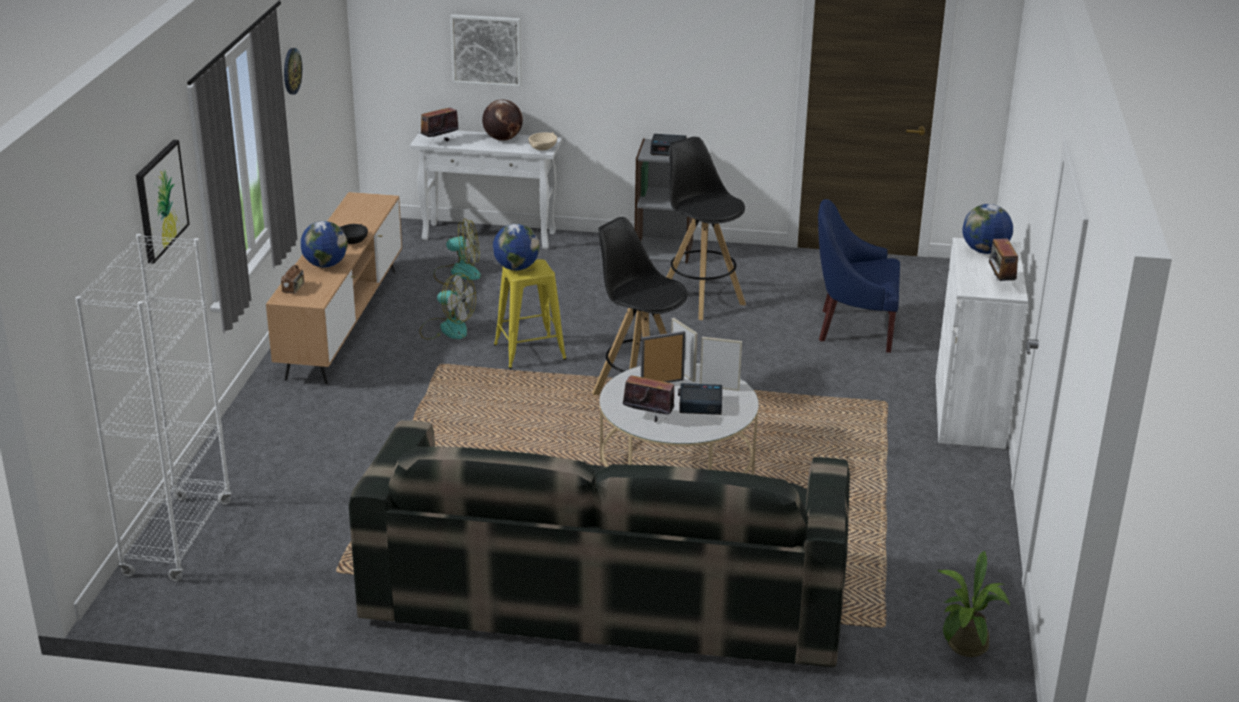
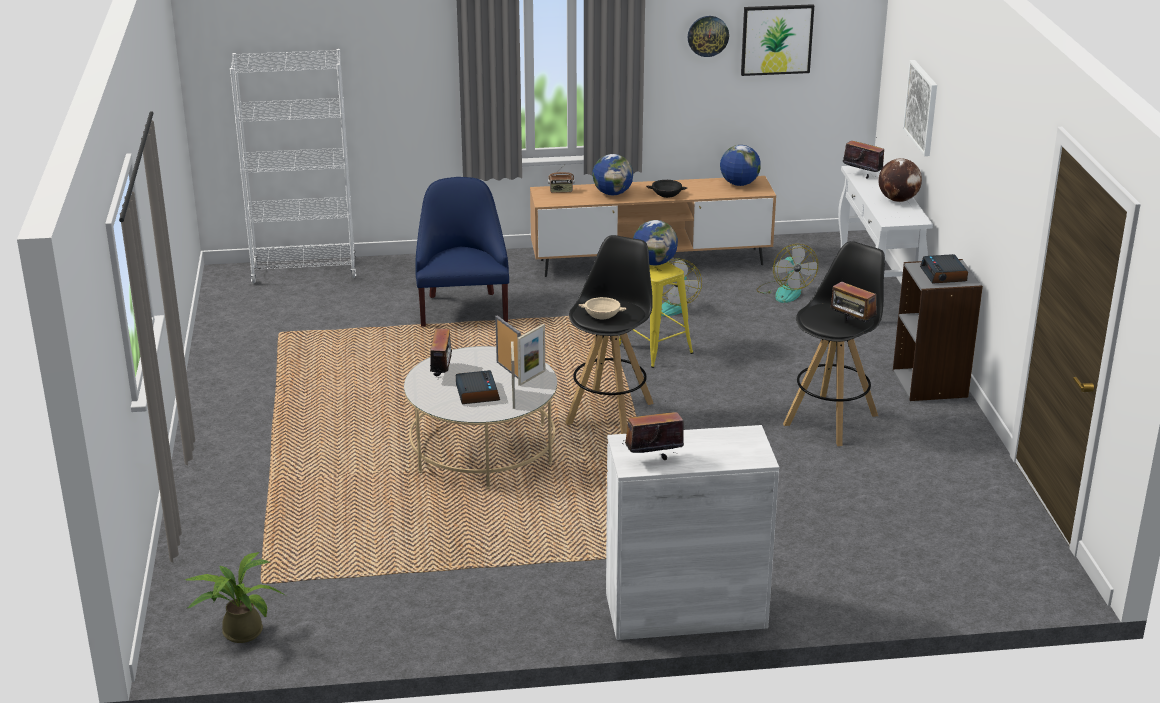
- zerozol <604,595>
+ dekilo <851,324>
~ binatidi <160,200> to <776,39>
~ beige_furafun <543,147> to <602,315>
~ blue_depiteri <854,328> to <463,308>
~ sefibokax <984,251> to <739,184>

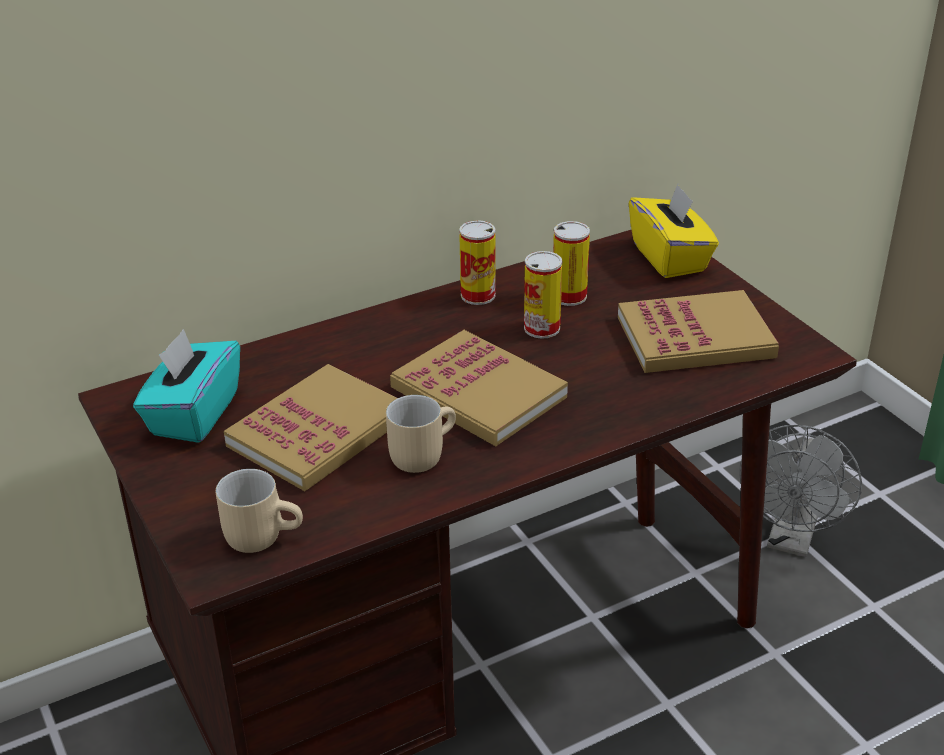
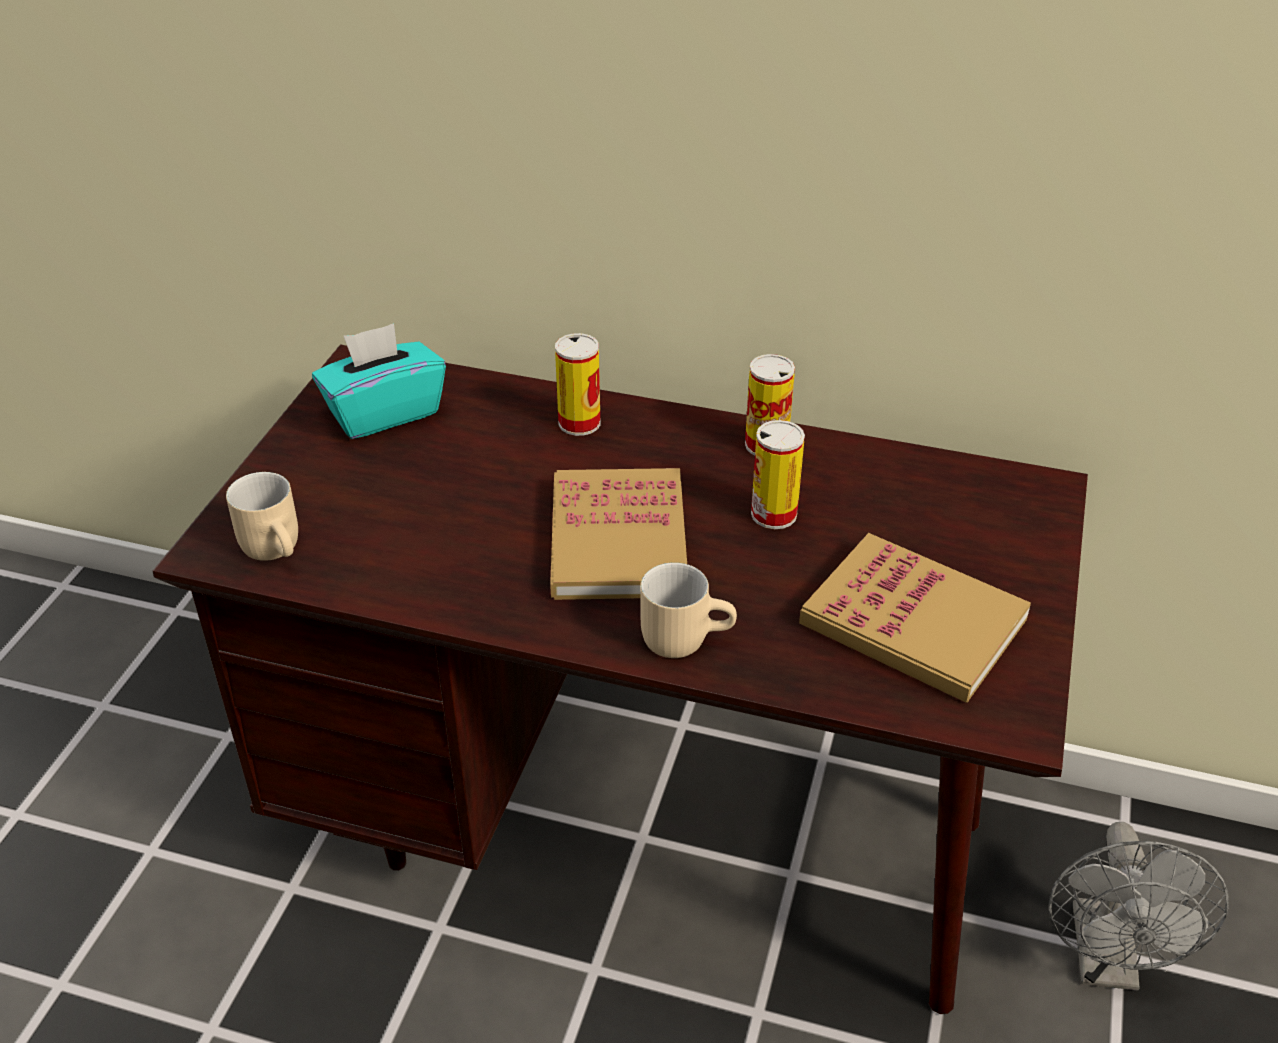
- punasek <318,432>
- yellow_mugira <670,258>
~ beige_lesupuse <420,453> to <685,636>
~ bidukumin <569,296> to <579,423>
~ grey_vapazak <791,540> = <1107,963> 60 degrees counterclockwise

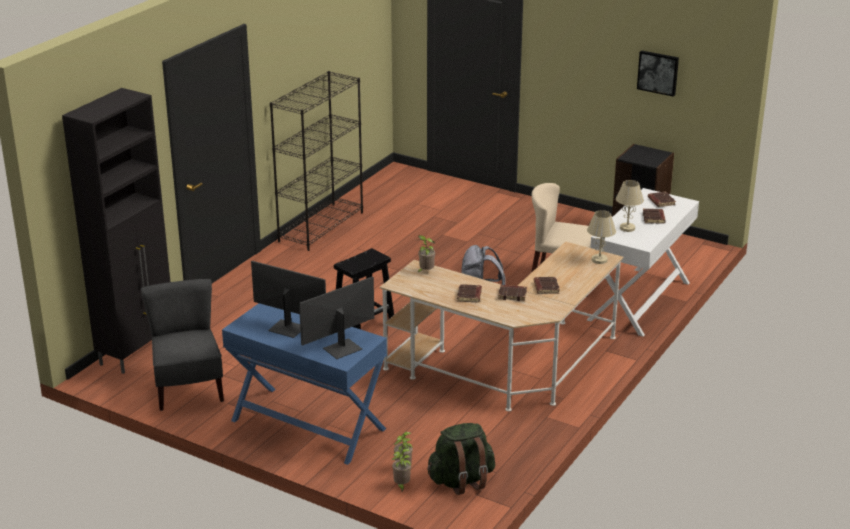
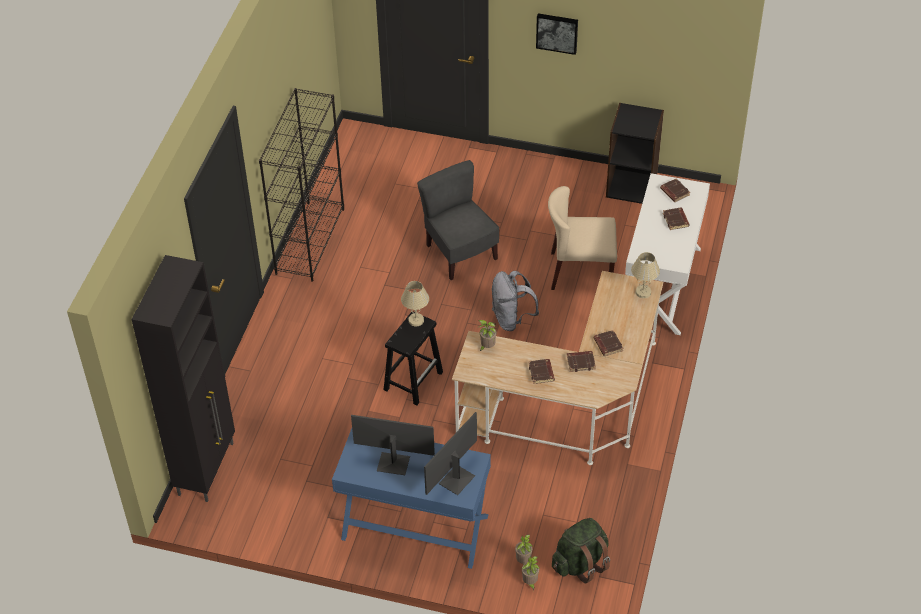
~ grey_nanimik <188,389> to <460,253>
~ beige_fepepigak <627,228> to <416,320>
~ binatidi <658,72> to <557,32>

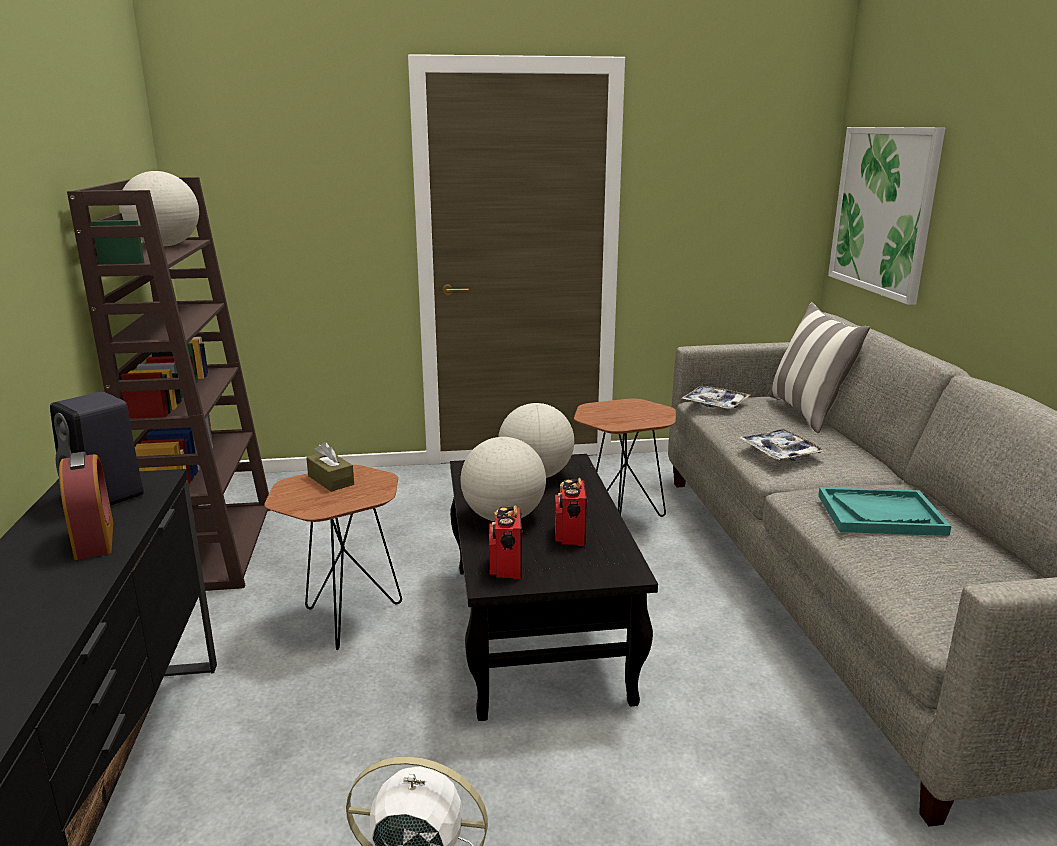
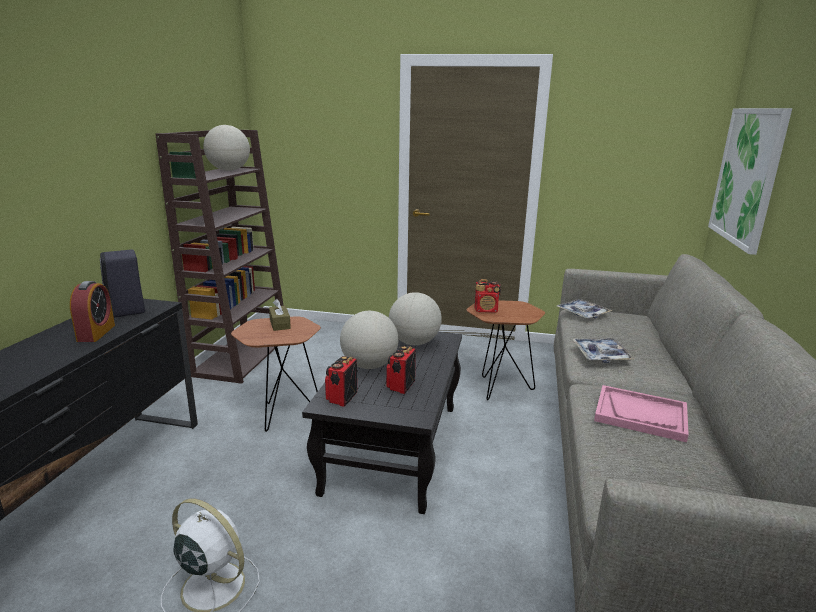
- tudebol <808,413>
+ dekilo <486,310>
~ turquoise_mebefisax <880,514> to pink_mebefisax <641,415>

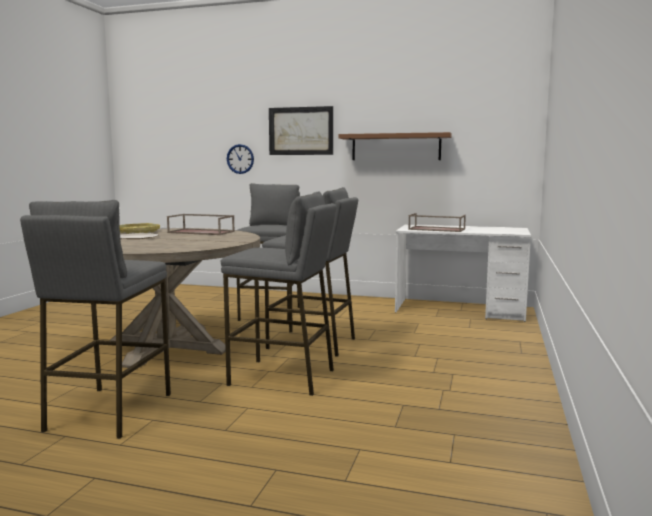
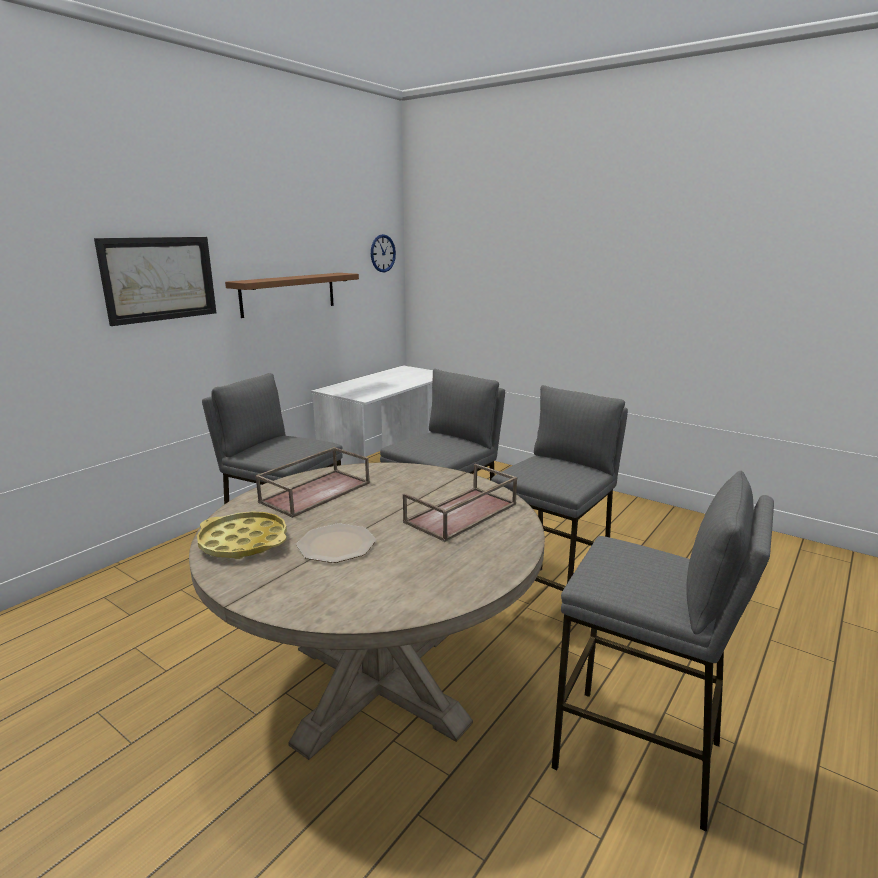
~ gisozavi <240,159> to <382,253>
~ brown_mebefisax <436,229> to <461,514>

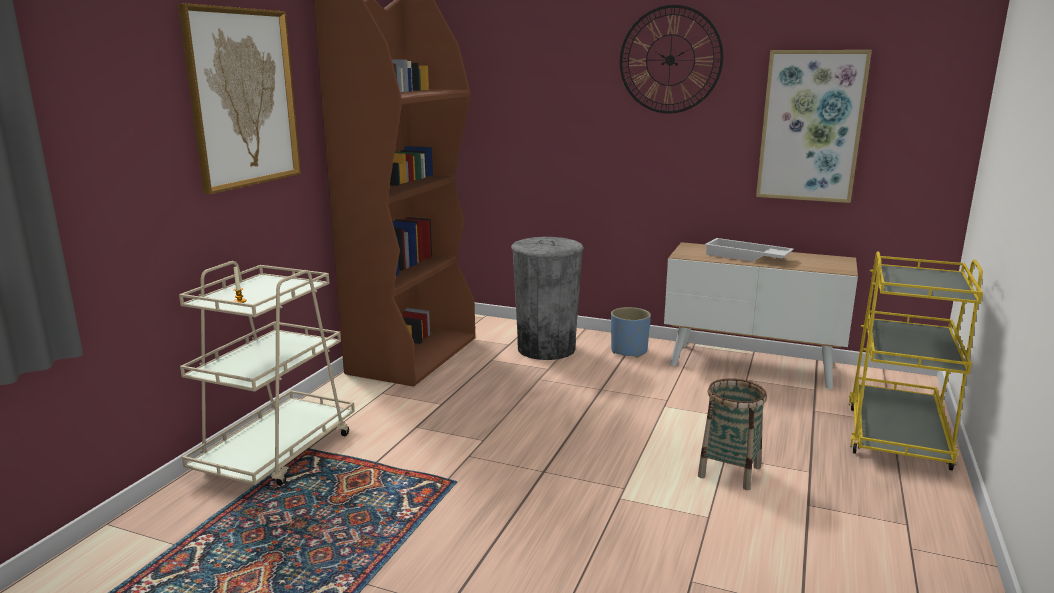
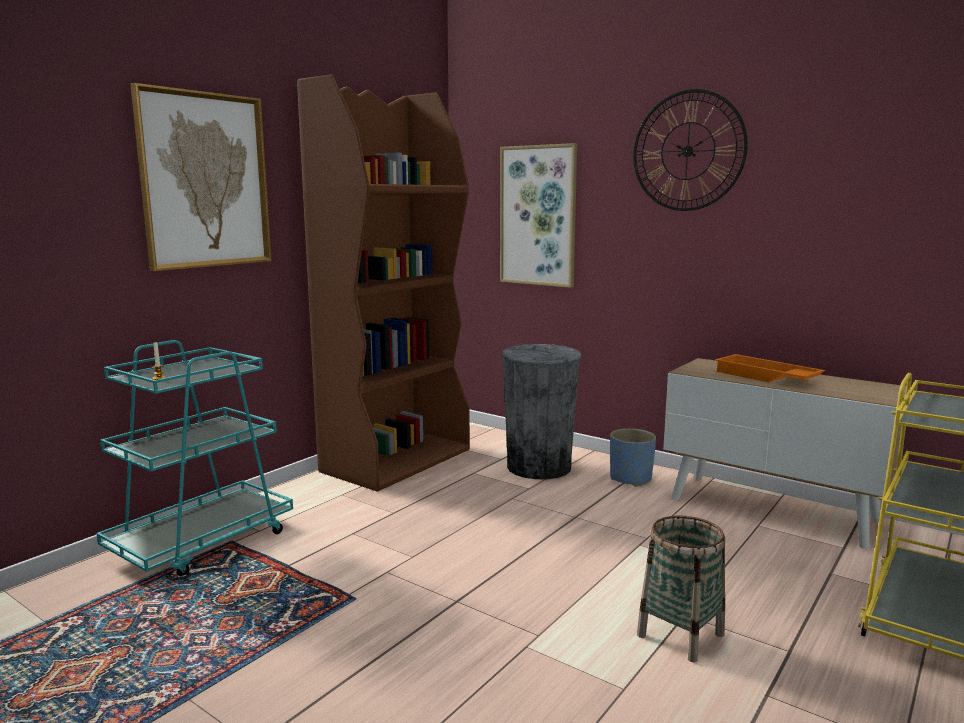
~ binatidi <811,126> to <538,216>
~ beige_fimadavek <277,452> to turquoise_fimadavek <203,542>
~ white_mebefisax <746,257> to orange_mebefisax <765,377>

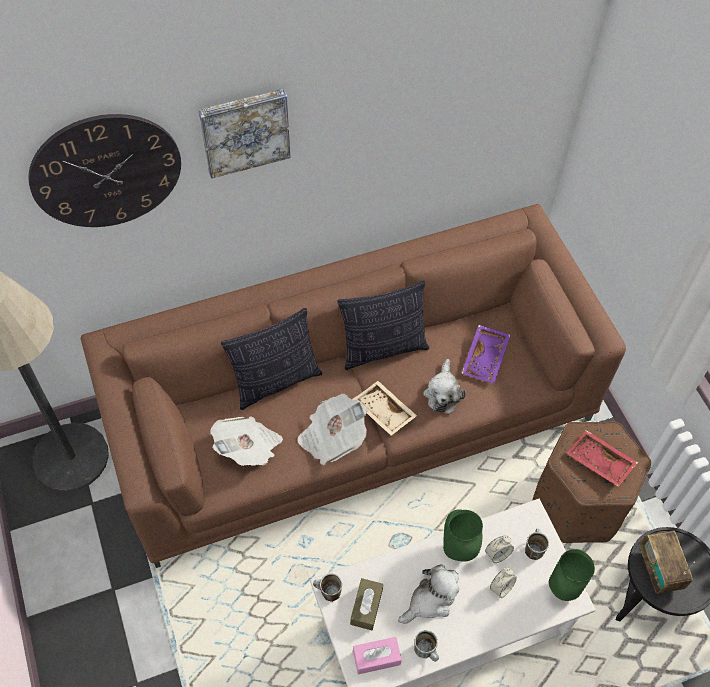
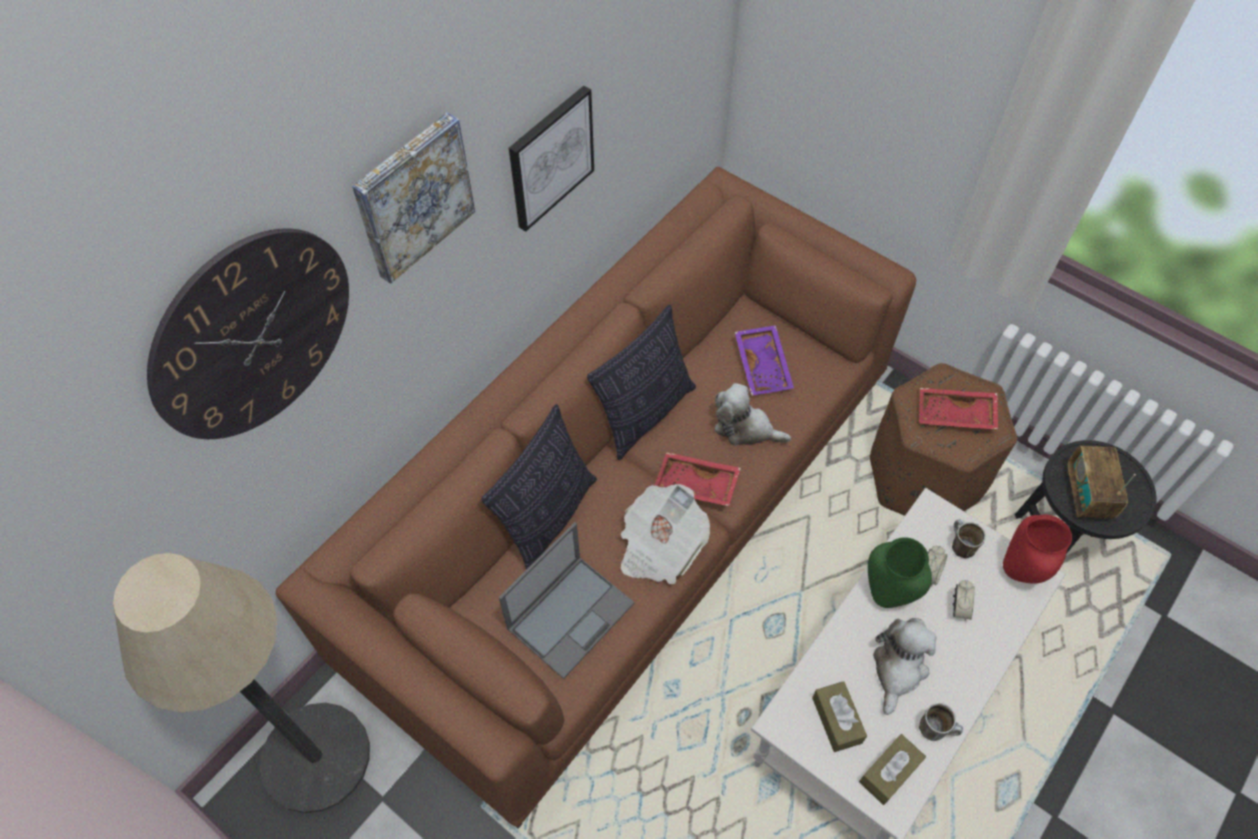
- lesupuse <327,593>
+ binatidi <550,157>
~ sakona <248,448> to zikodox <571,614>
~ beige_mebefisax <383,412> to red_mebefisax <695,486>
~ pink_mugira <376,658> to brown_mugira <889,772>
~ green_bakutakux <562,588> to red_bakutakux <1018,572>
~ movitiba <443,393> = <745,428> 135 degrees clockwise
~ dekilo <659,569> = <1087,494> 45 degrees clockwise

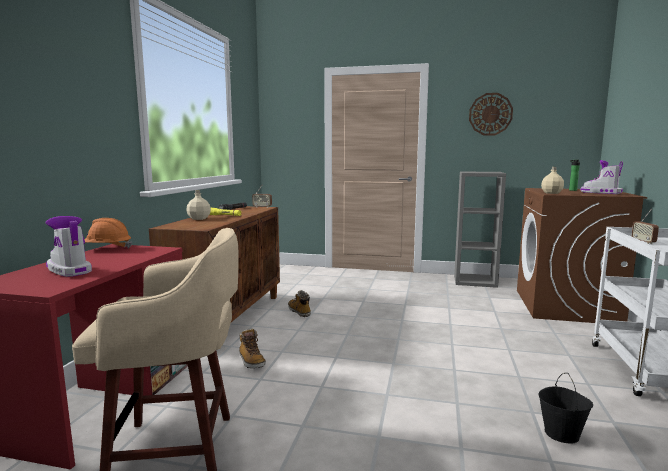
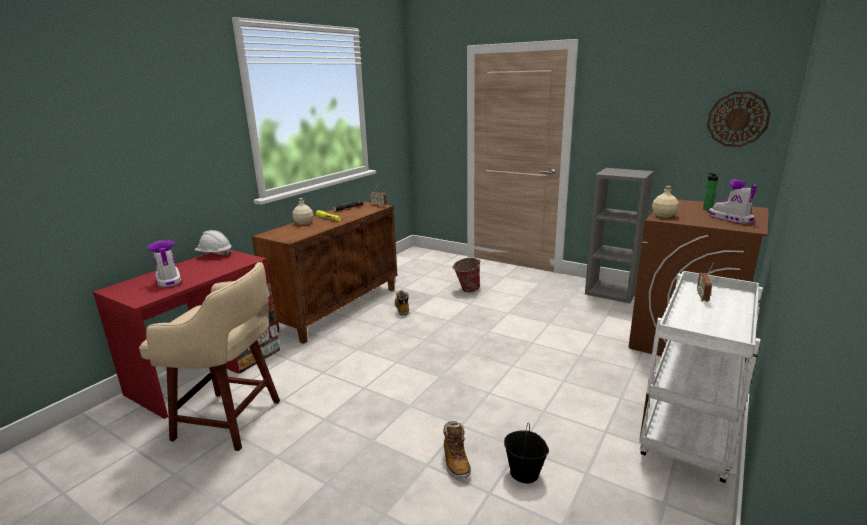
+ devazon <466,290>
~ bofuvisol <251,361> to <455,461>
~ gisozavi <490,114> to <737,119>
~ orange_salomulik <107,249> to white_salomulik <214,254>

